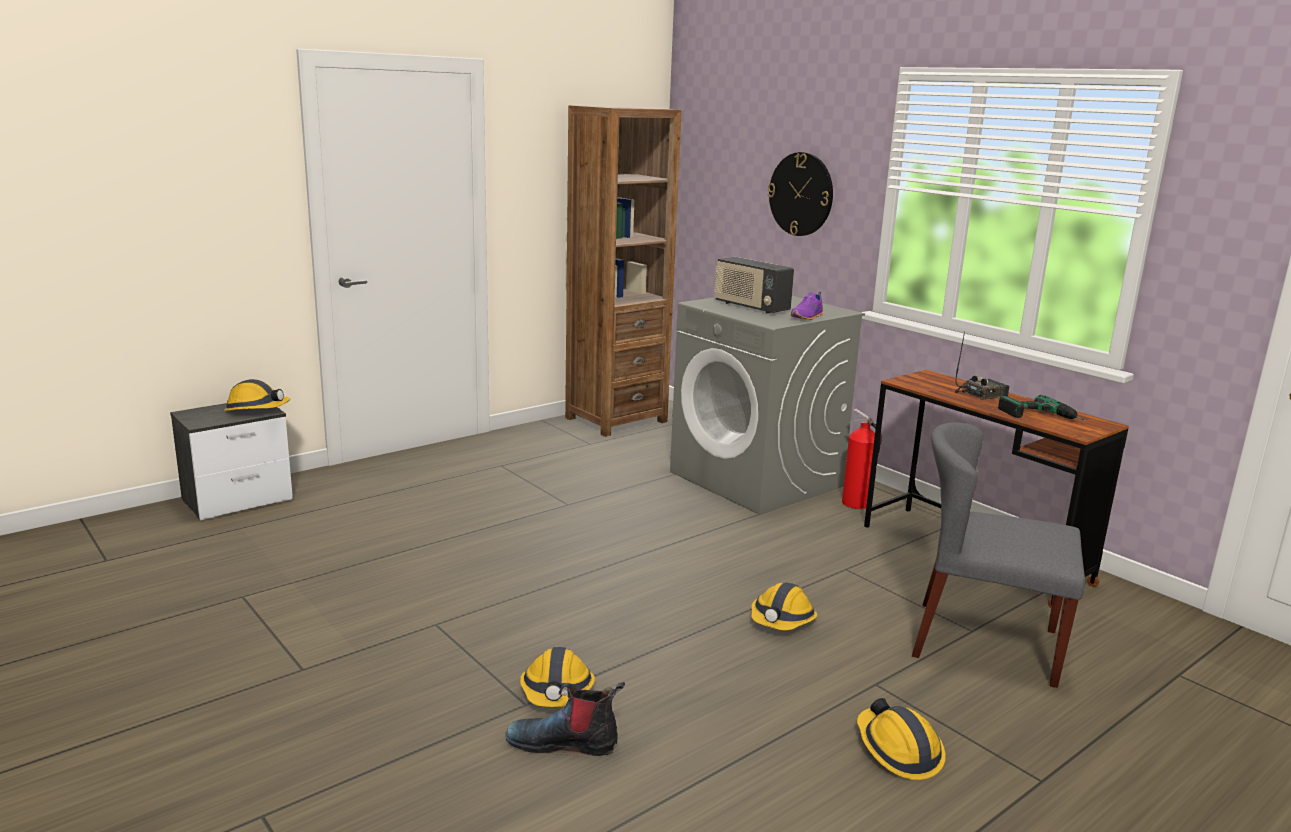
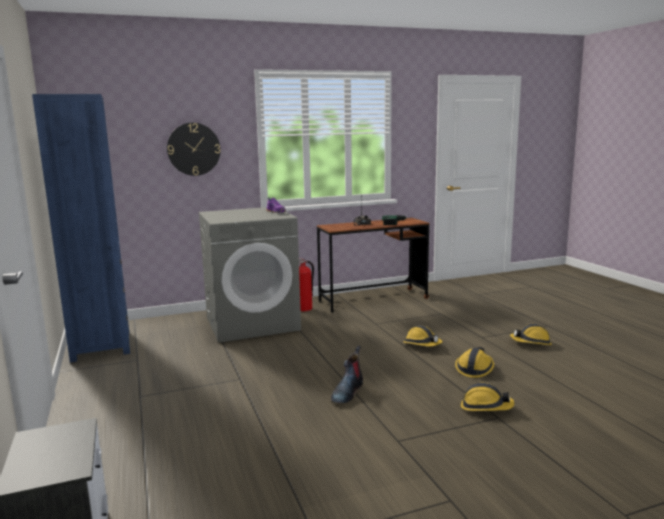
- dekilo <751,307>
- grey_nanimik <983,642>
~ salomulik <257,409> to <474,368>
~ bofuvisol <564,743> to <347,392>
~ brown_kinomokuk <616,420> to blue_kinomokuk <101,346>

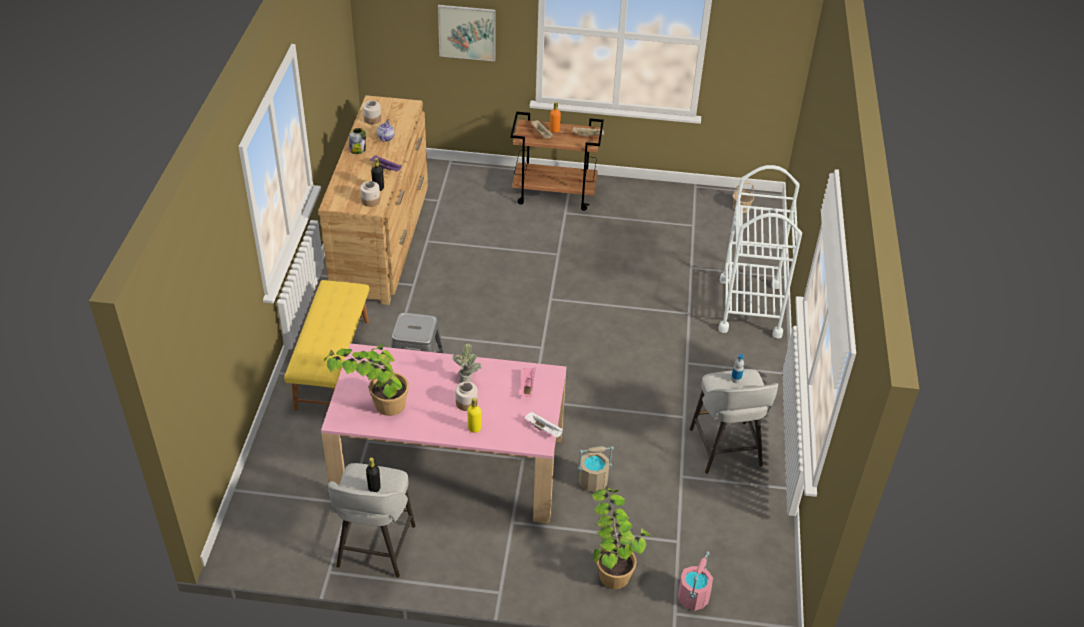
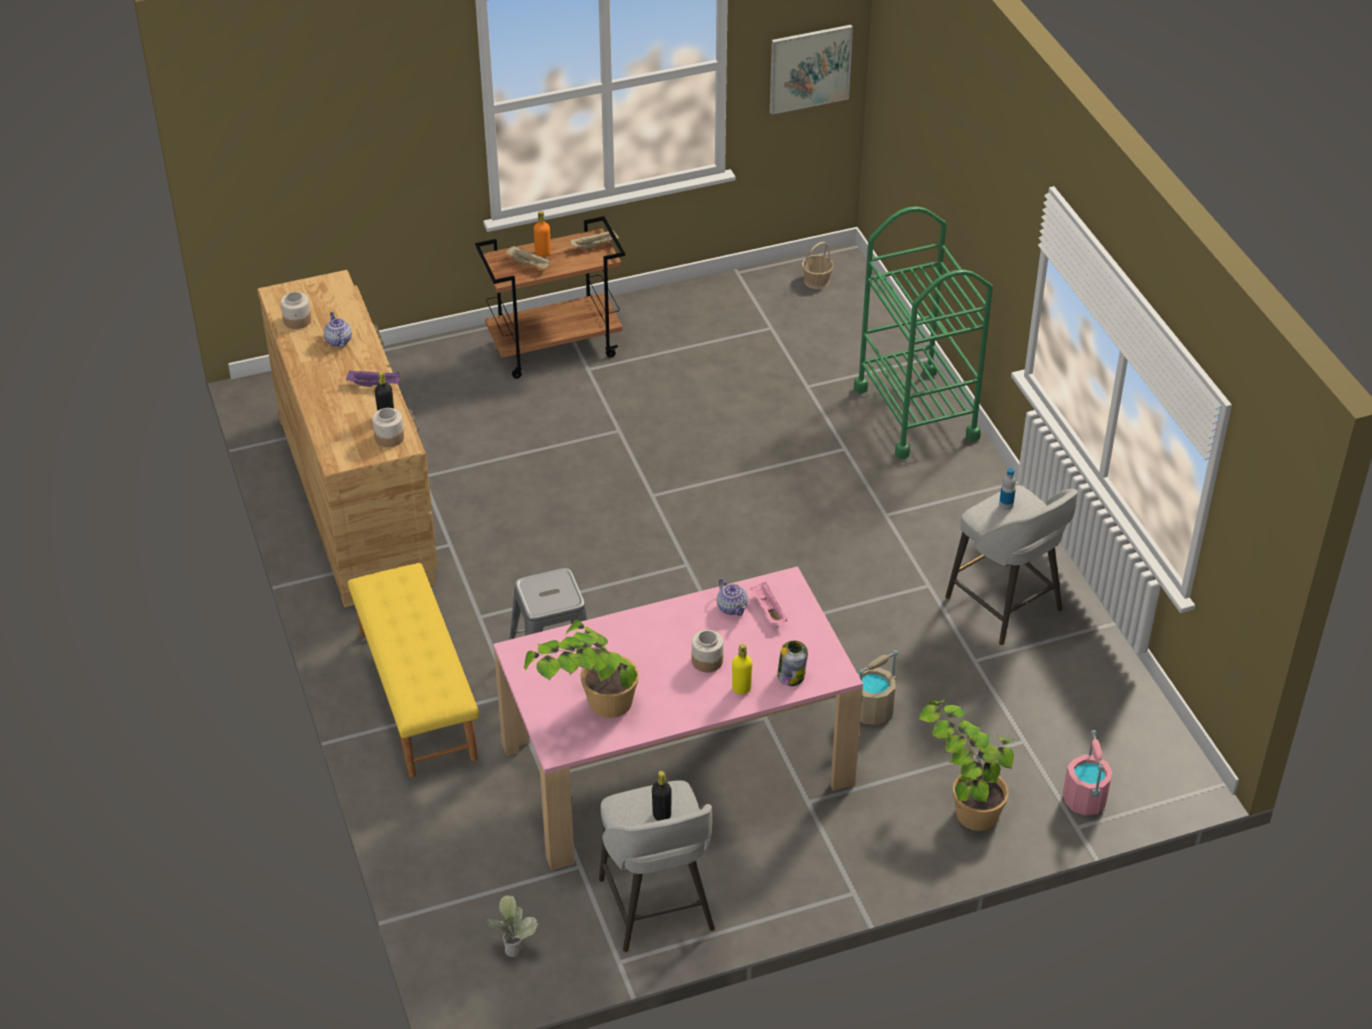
- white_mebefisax <544,429>
+ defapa <732,607>
~ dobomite <357,149> to <791,675>
~ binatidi <467,32> to <810,68>
~ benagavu <466,378> to <513,945>
~ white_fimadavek <750,307> to green_fimadavek <916,413>

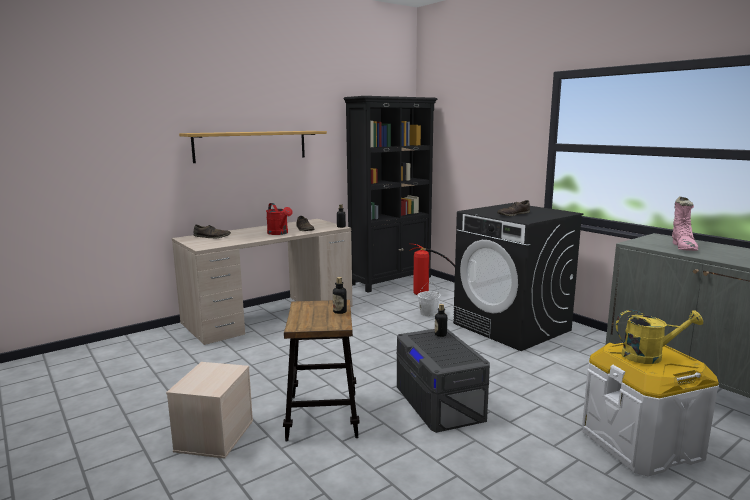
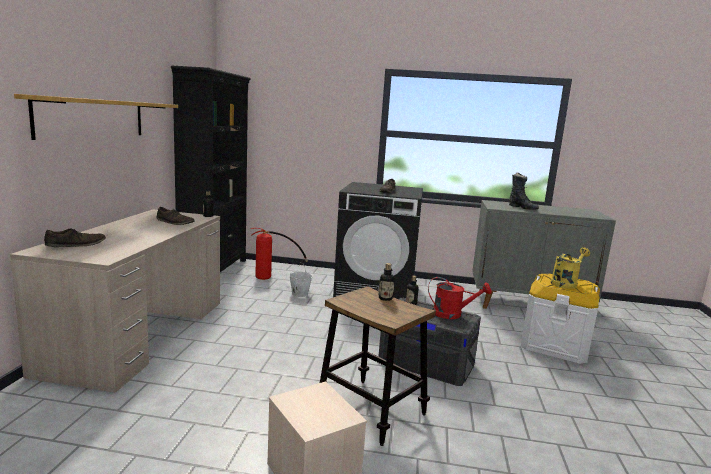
~ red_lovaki <279,233> to <452,314>
~ pink_bofuvisol <683,247> to black_bofuvisol <522,208>

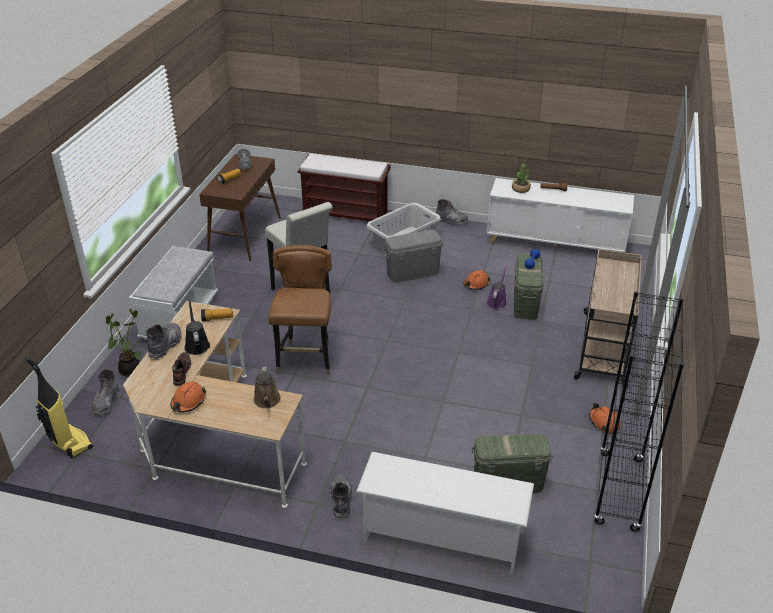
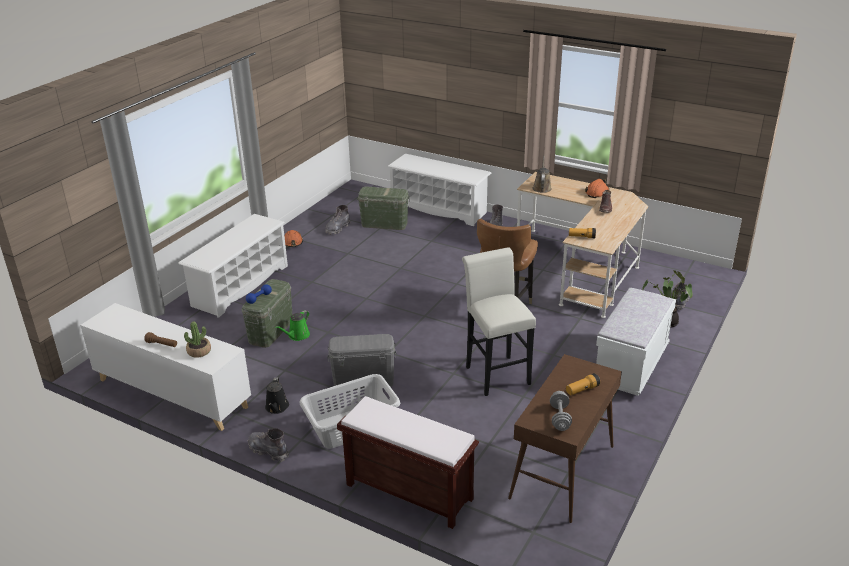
- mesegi <69,443>
- orange_salomulik <476,284>
- black_kinomokuk <619,492>
~ grey_bofuvisol <166,345> to <337,228>
~ black_lovaki <196,345> to <276,408>
~ beige_fimadavek <604,347> to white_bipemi <240,286>
~ purple_lovaki <497,302> to green_lovaki <297,336>

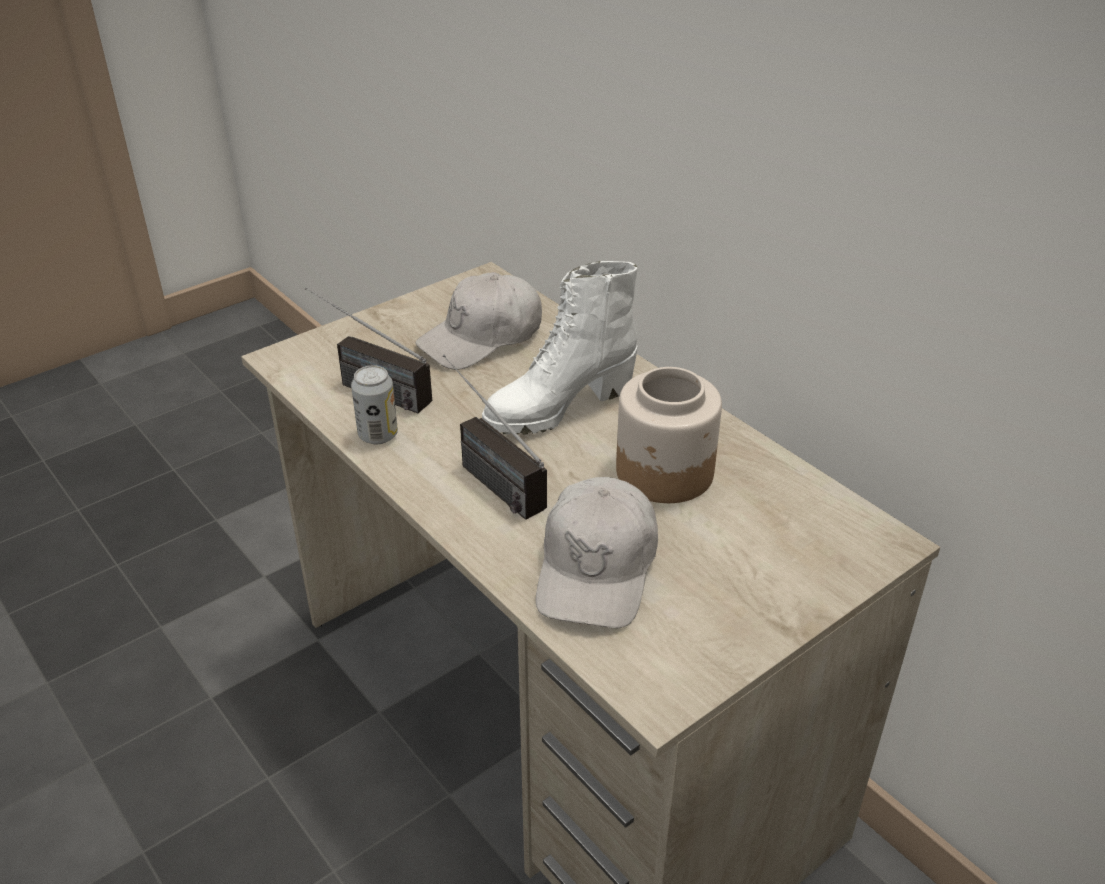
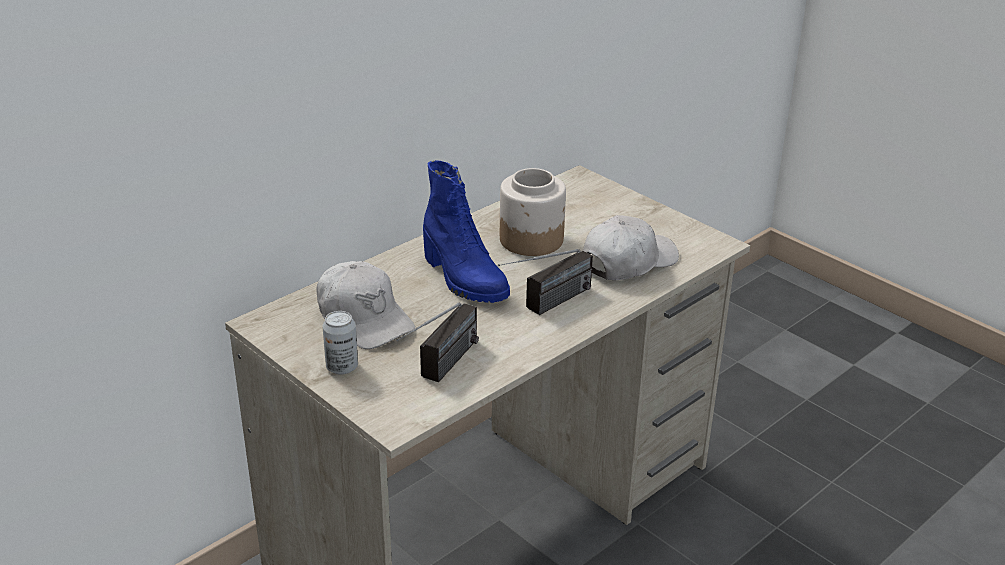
~ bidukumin <378,435> to <342,367>
~ white_bofuvisol <558,408> to blue_bofuvisol <463,279>
~ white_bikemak <597,568> = <628,262> 45 degrees counterclockwise

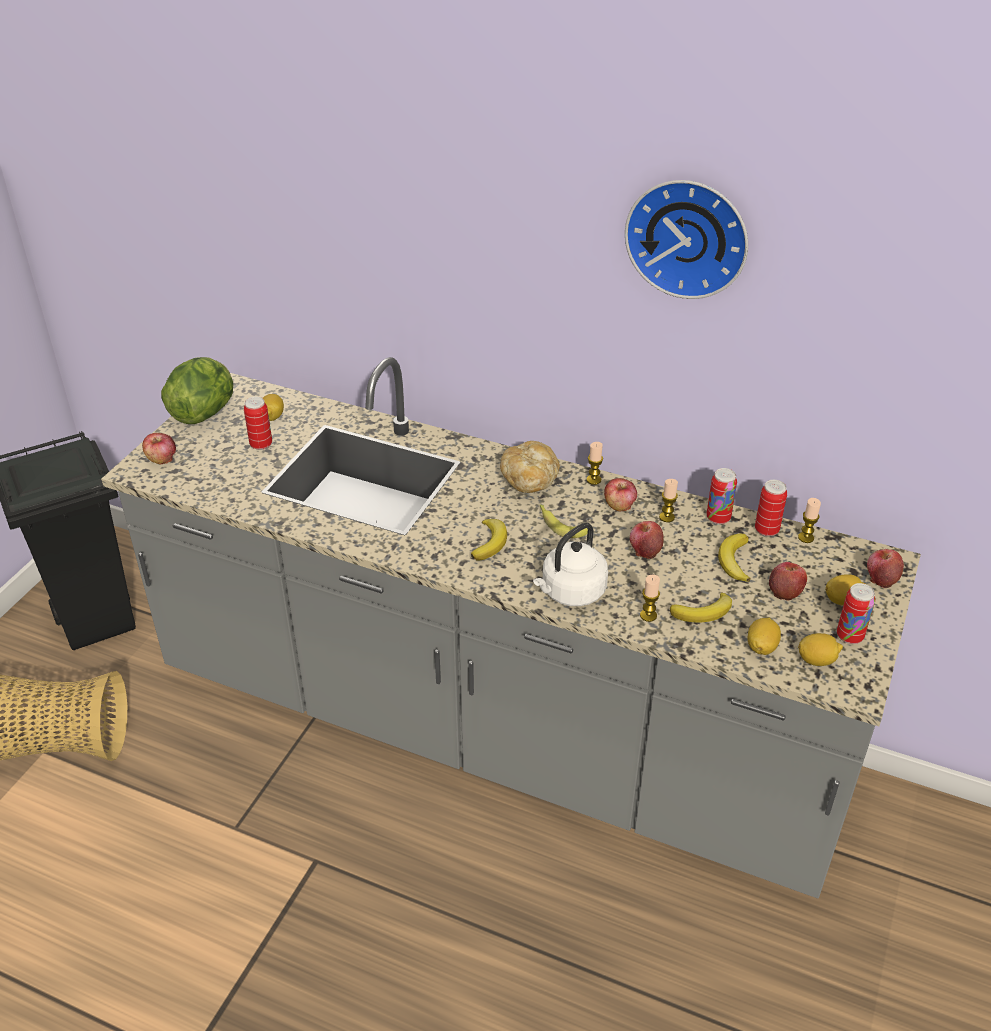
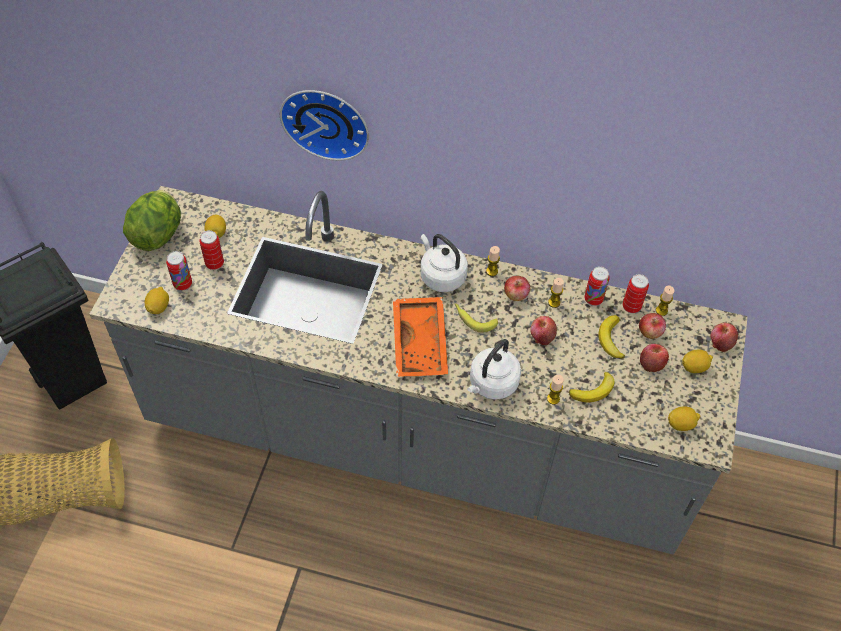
~ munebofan <161,459> to <650,332>
~ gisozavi <688,236> to <326,120>
~ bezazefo <761,647> to <158,307>
~ bidukumin <849,636> to <183,284>
~ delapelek <490,542> to orange_mebefisax <421,343>
~ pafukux <529,479> to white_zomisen <441,276>

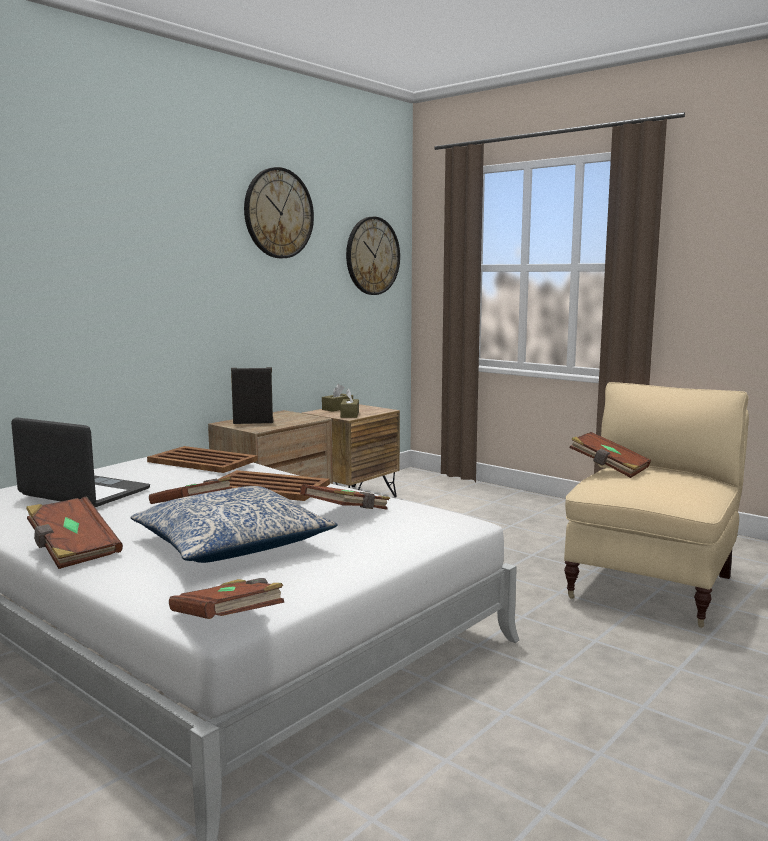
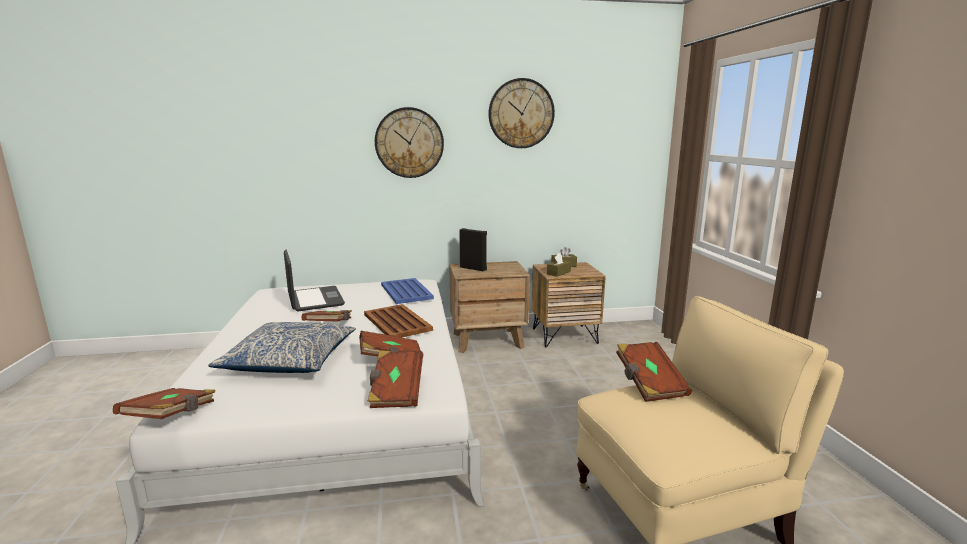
~ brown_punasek <72,550> to <396,391>
~ gisozavi <372,256> to <409,143>
~ brown_mebefisax <203,461> to blue_mebefisax <406,292>

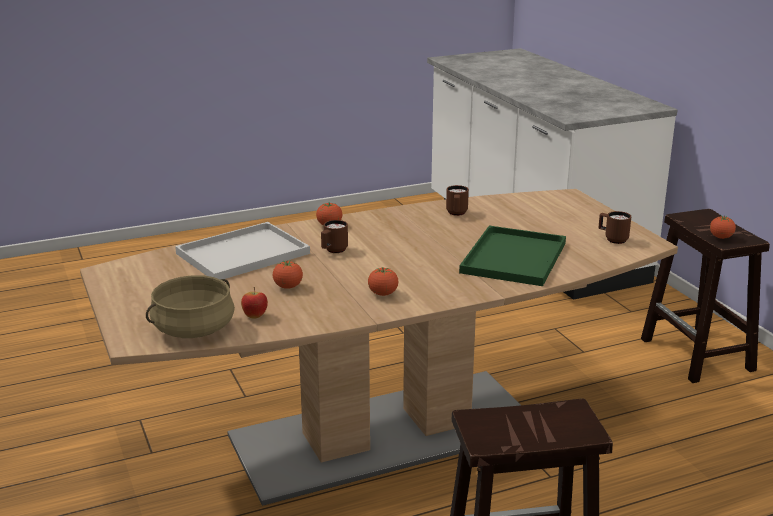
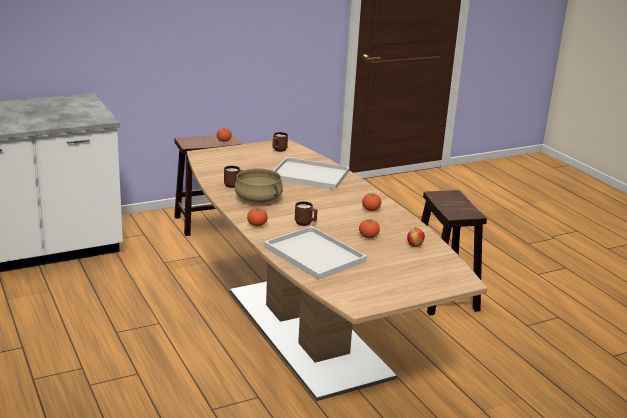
~ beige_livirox <193,329> to <257,199>
~ green_mebefisax <513,256> to white_mebefisax <308,175>

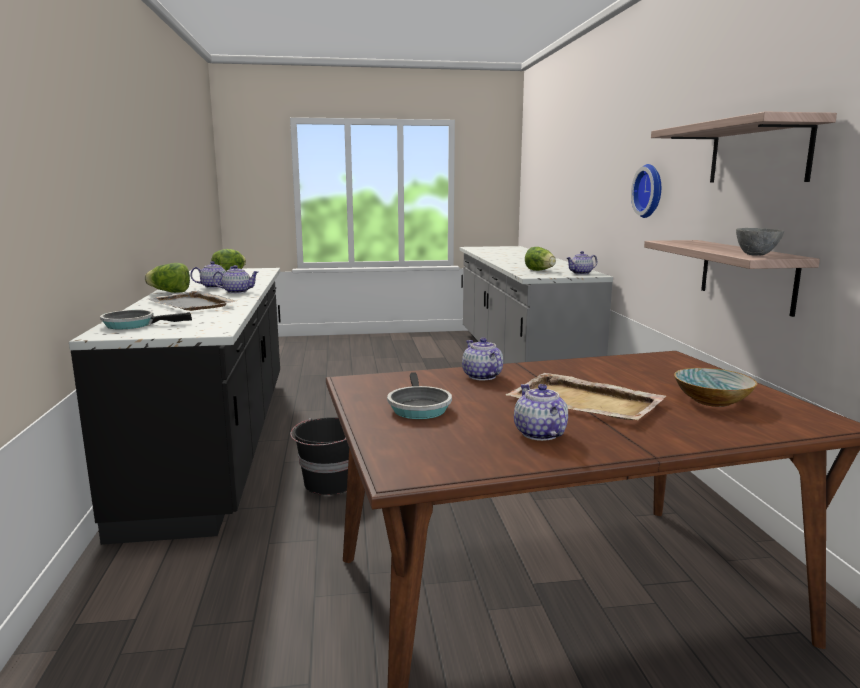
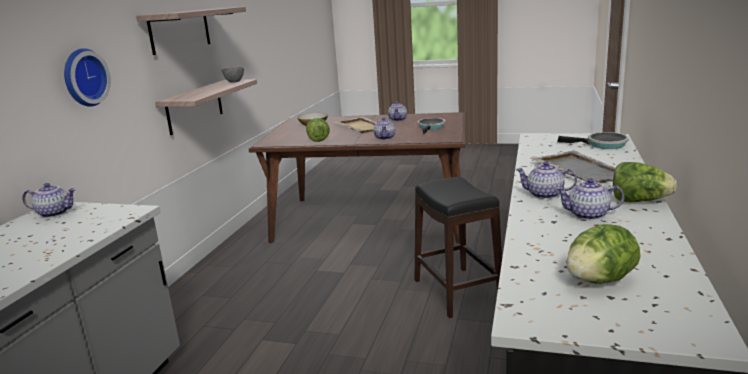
~ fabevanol <540,271> to <317,139>
~ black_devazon <329,483> to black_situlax <456,292>

